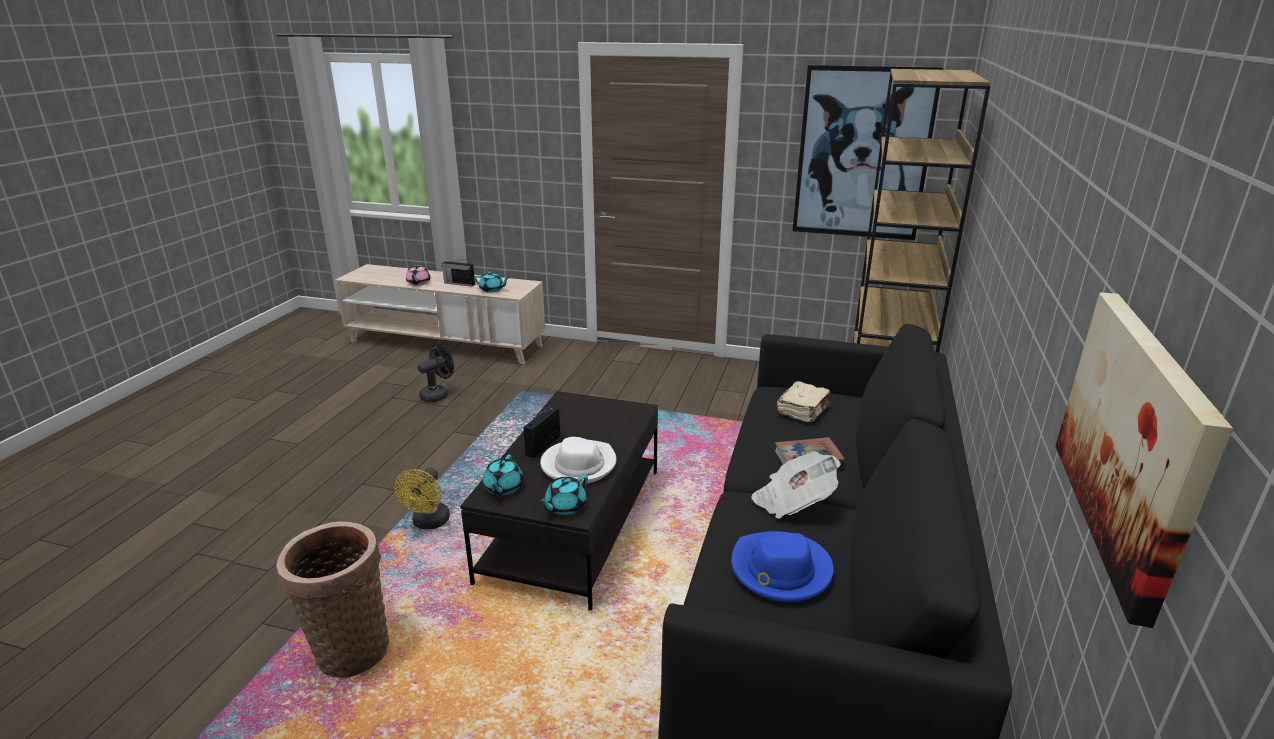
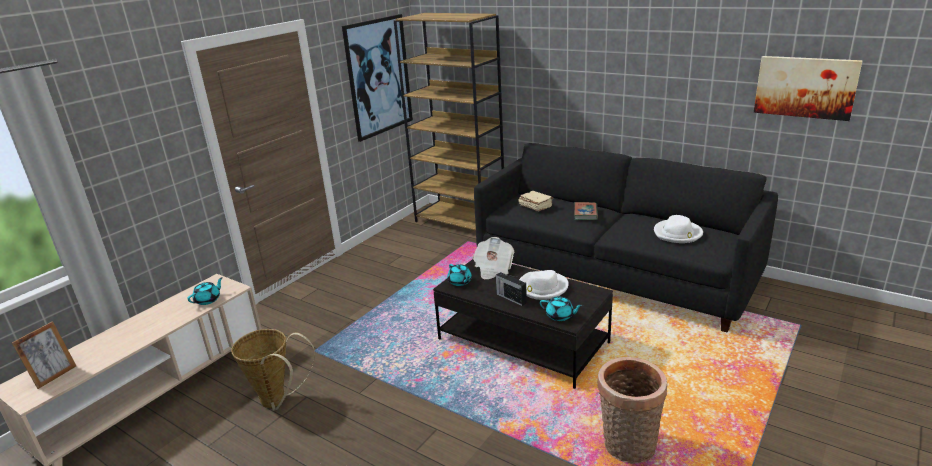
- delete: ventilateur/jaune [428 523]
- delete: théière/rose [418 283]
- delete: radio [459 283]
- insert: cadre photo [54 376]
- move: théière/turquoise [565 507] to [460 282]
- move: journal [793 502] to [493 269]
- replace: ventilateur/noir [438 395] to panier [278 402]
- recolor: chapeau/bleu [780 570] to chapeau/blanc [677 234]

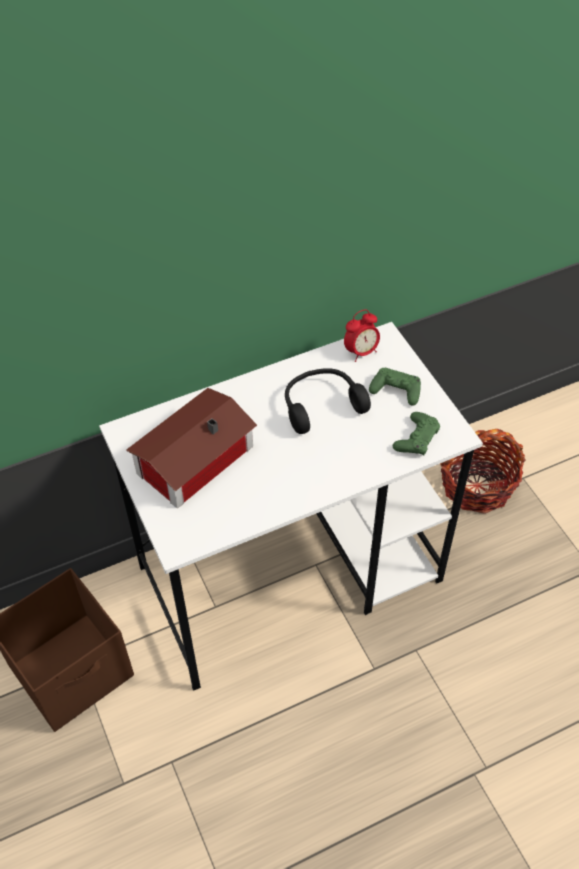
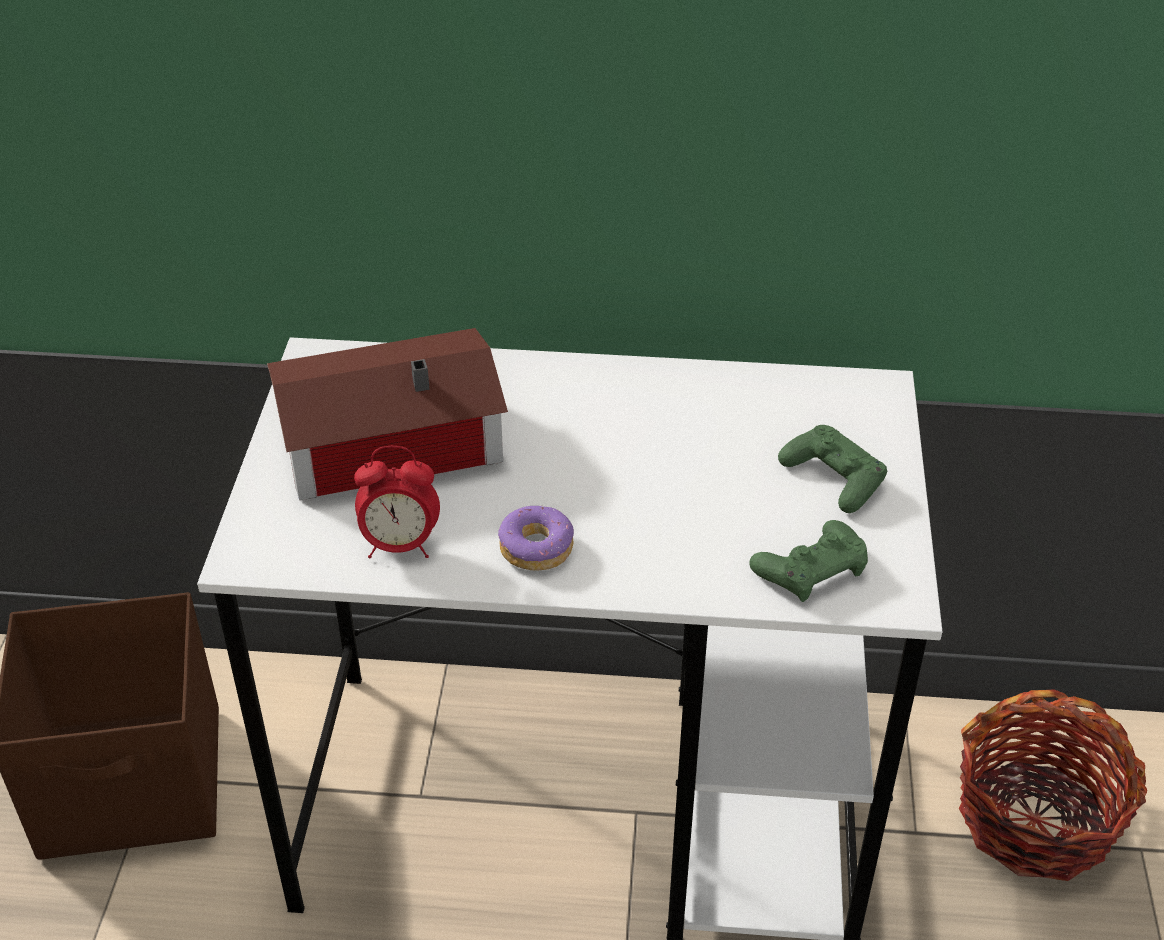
- delete: casque audio/noir [321 405]
- insert: beignet [537 548]
- move: réveil [361 352] to [400 545]

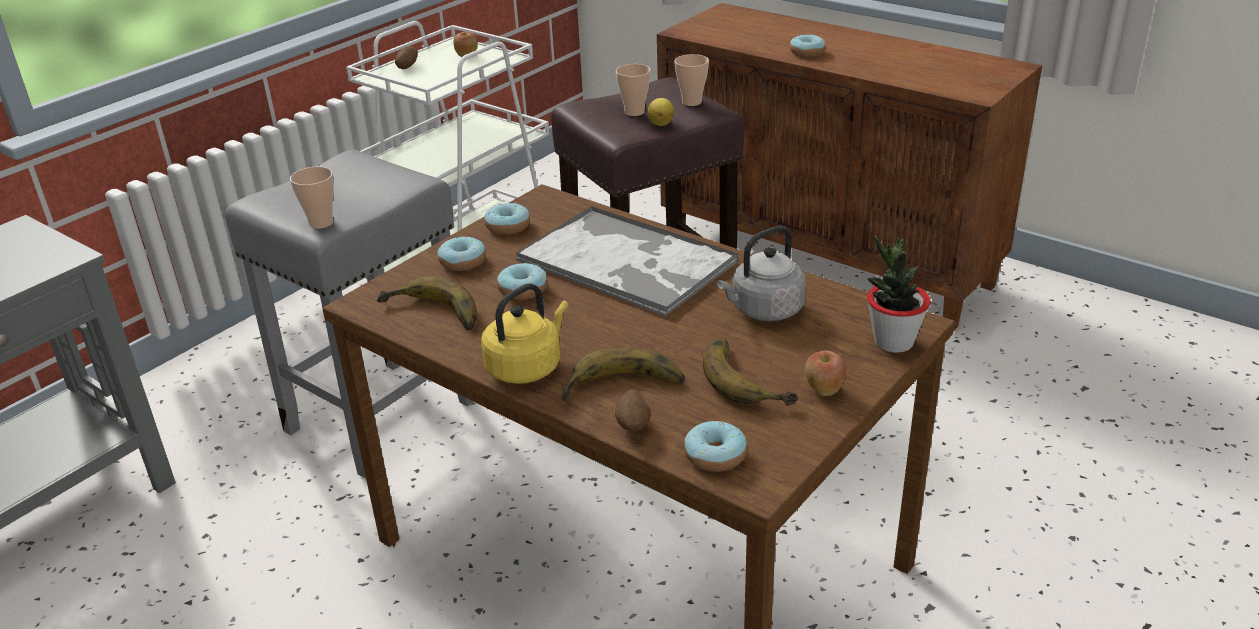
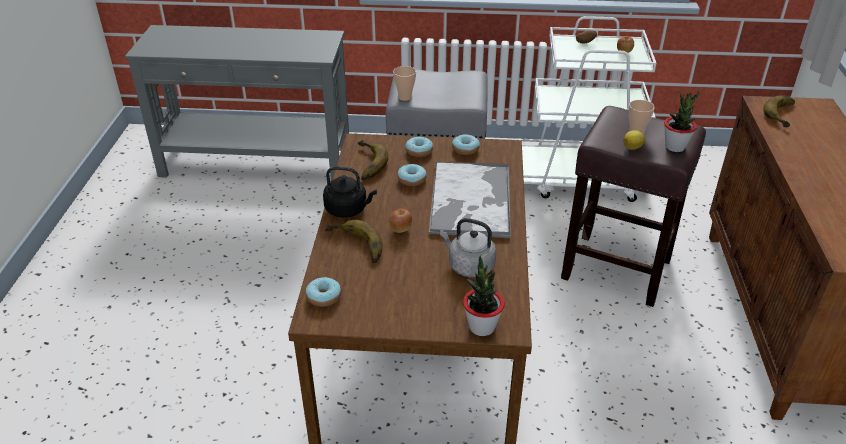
- delete: pomme de terre [633 426]
- delete: beignet [807 53]
- move: banane [749 377] to [785 115]
- move: pomme [823 390] to [400 229]
- replace: tasse [691 102] to plante en pot [675 147]
- recolor: bouilloire/jaune [527 367] to bouilloire/noir [348 209]

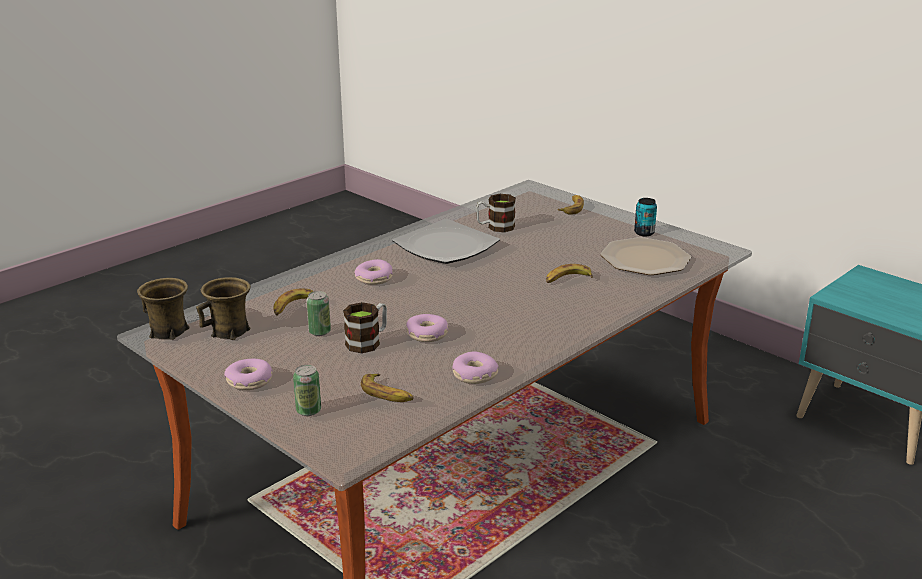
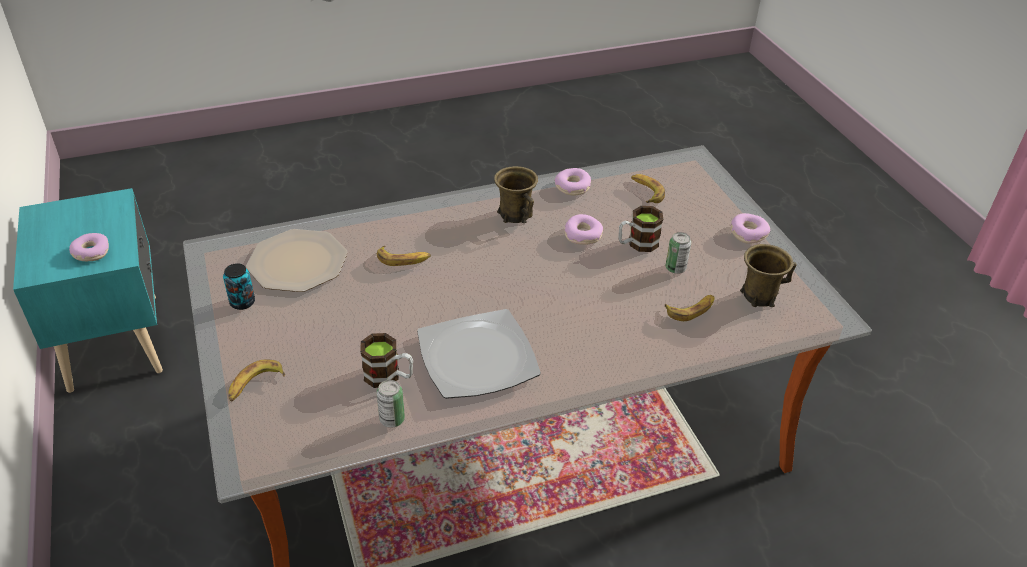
- move: mug/marron [168 332] to [515 214]
- move: boîte métallique [308 411] to [392 419]
- move: beignet [374 279] to [91 252]

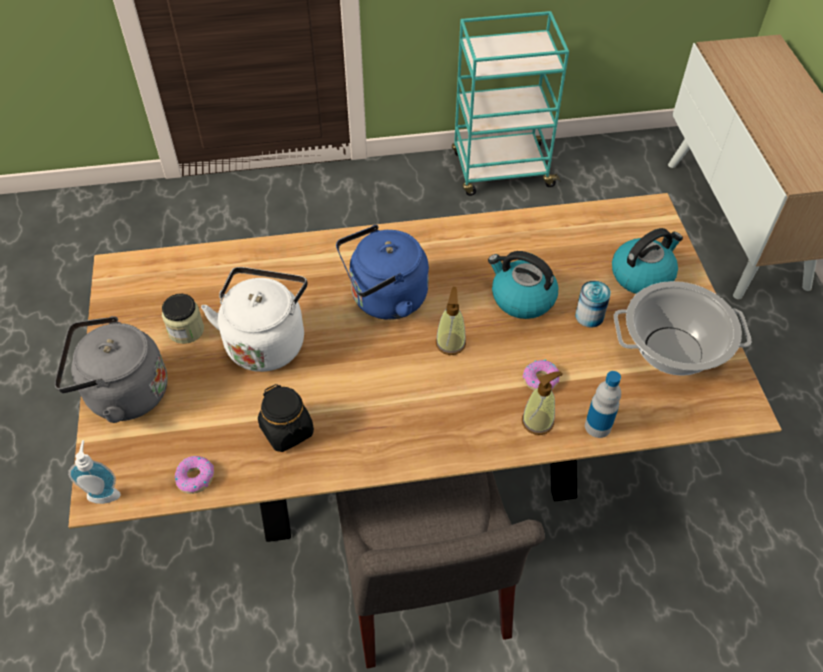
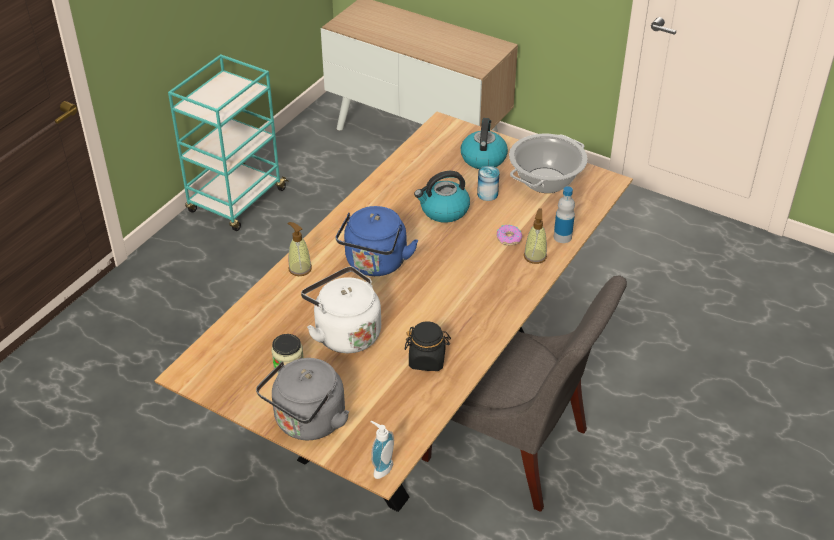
- delete: beignet [195 477]
- move: distributeur de savon [450 343] to [300 268]

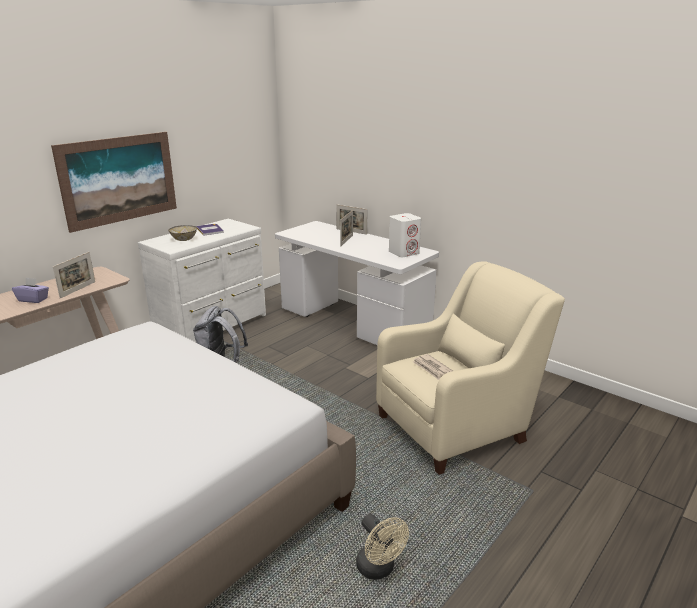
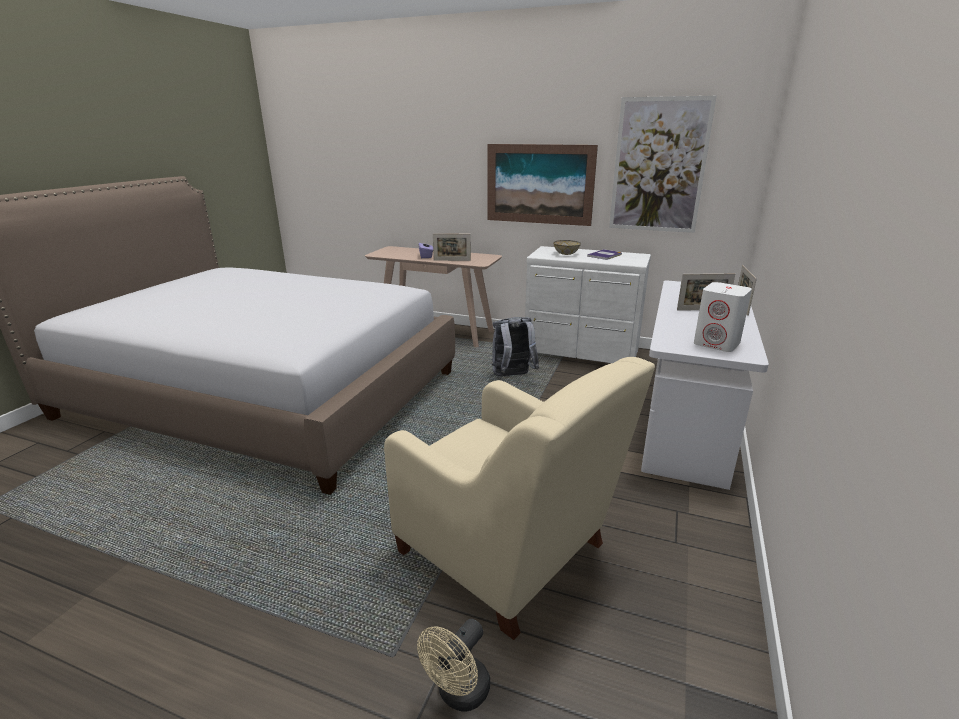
- delete: journal [432 368]
- insert: tableau [659 166]
- move: ventilateur/beige [379 569] to [458 694]

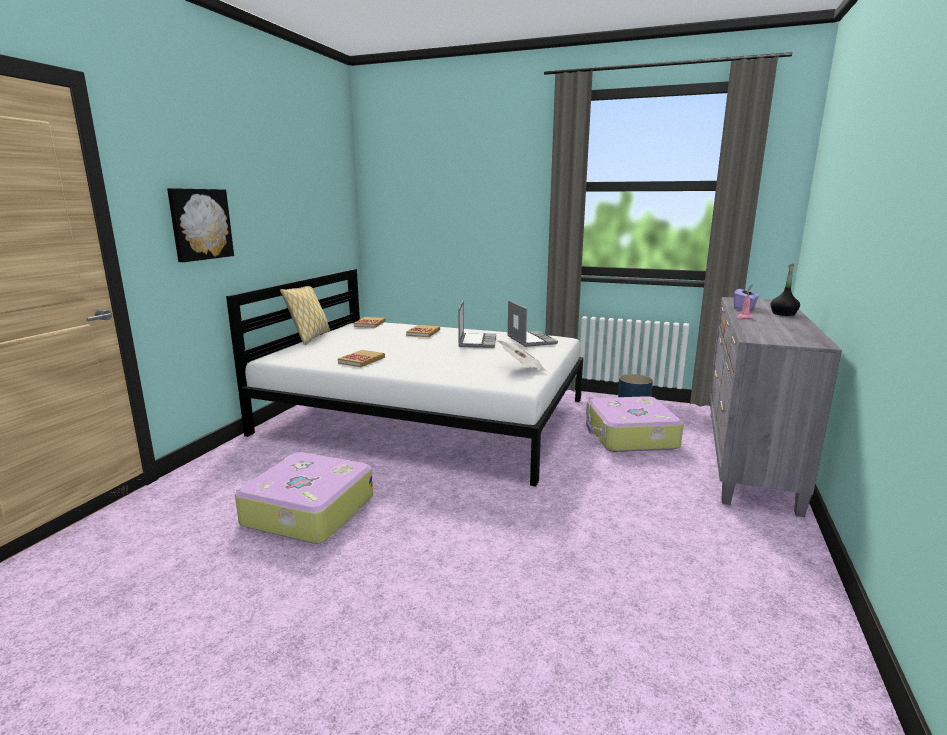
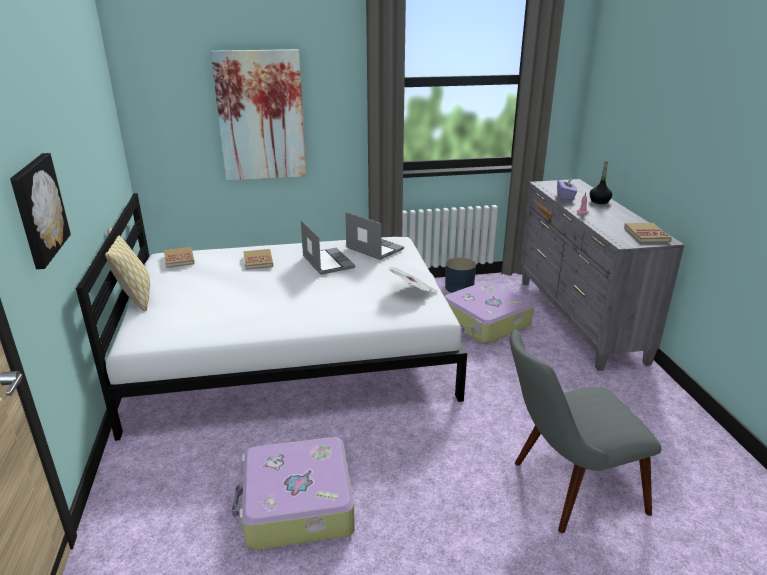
- insert: tableau [261 116]
- insert: chaise/gris [563 489]
- move: livre [362 360] to [646 235]

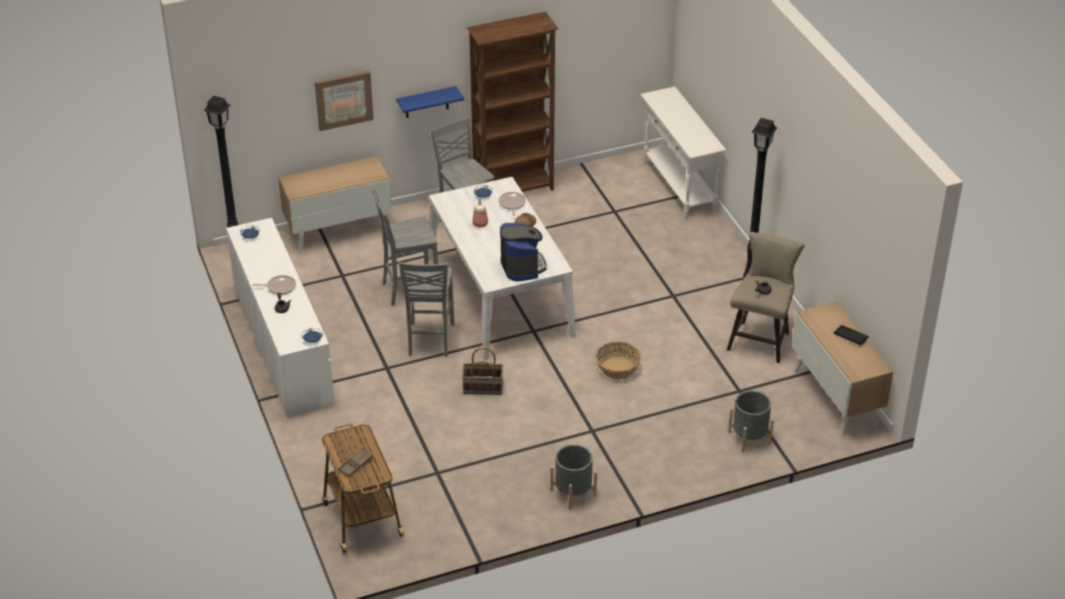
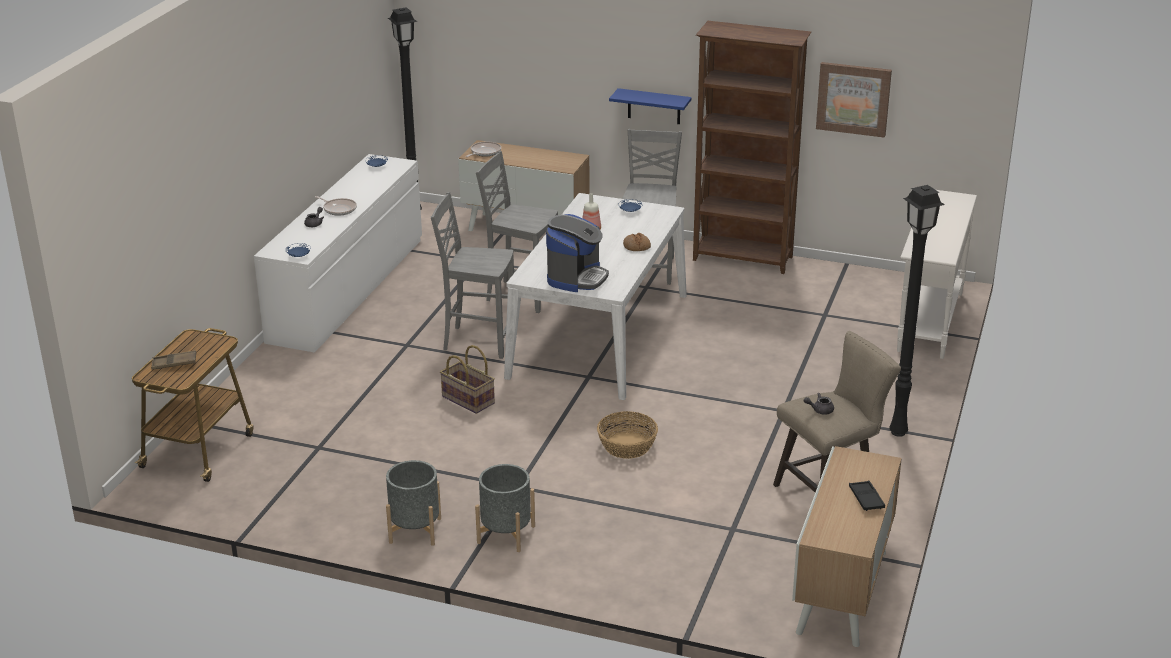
- move: tableau [343 99] to [853 98]
- move: poêle [512 204] to [484 152]
- move: cache-pot/gris [749 438] to [506 534]
- rotate: chaise/gris [429 340] = [478 341] 60 degrees clockwise

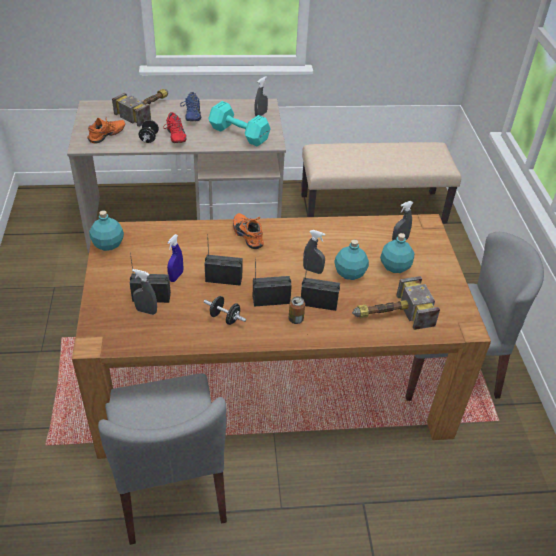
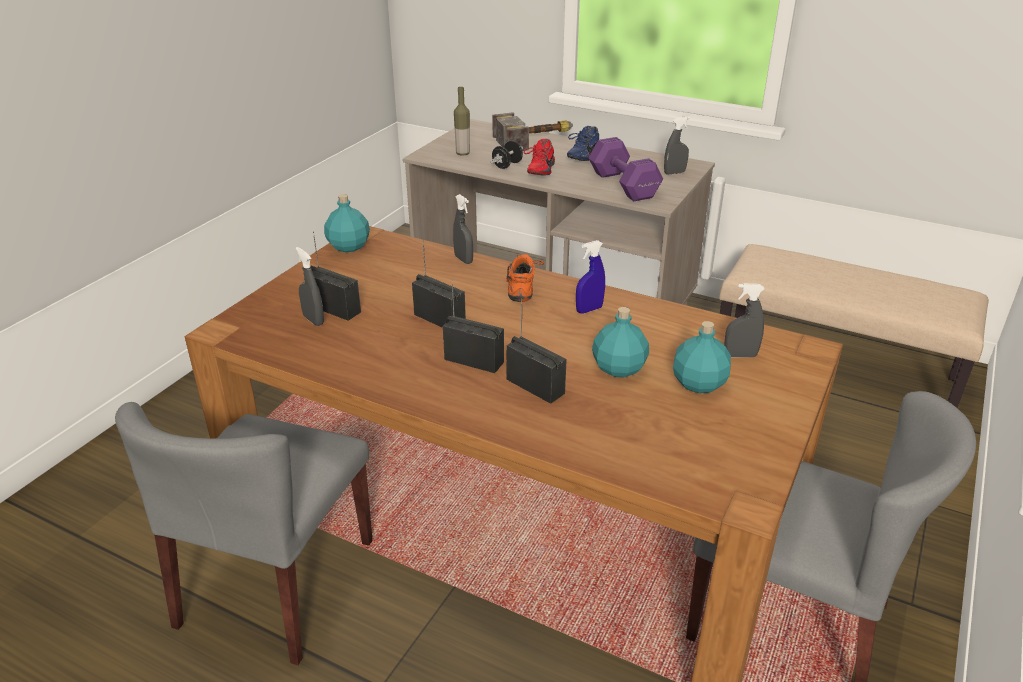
- delete: haltère/noir [225 318]
- delete: boîte métallique [296 319]
- delete: marteau [388 315]
- move: vaporisateur/bleu [176 276] to [589 309]
- move: vaporisateur/gris [312 270] to [463 259]
- replace: chaussure/orange [107 136] to bouteille [463 153]
- recolor: haltère/turquoise [238 133] to haltère/violet [623 184]

